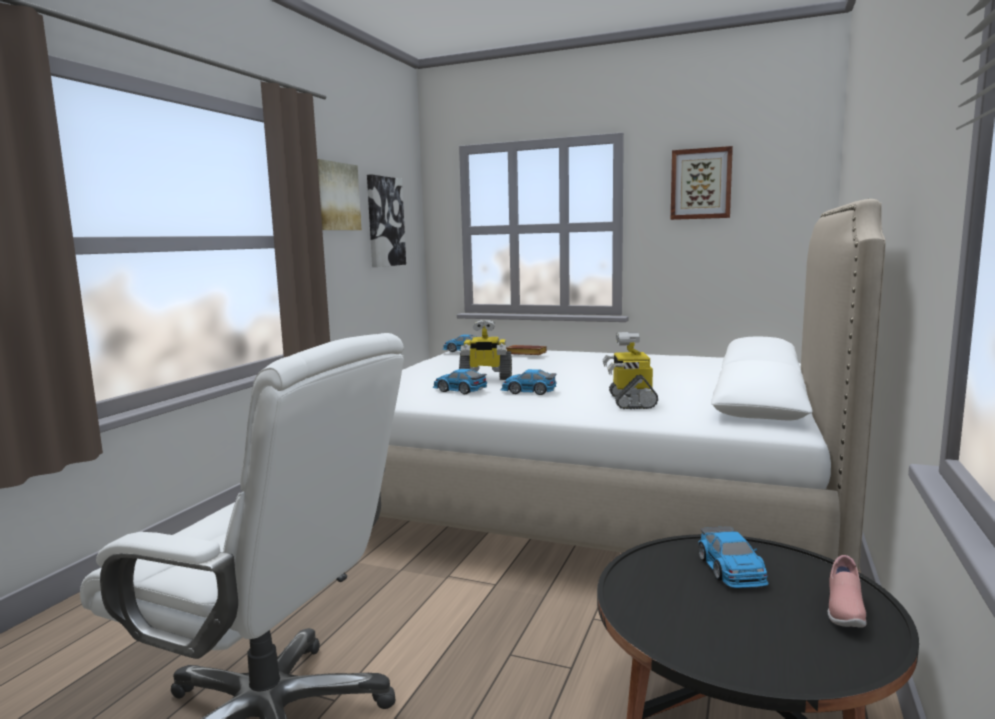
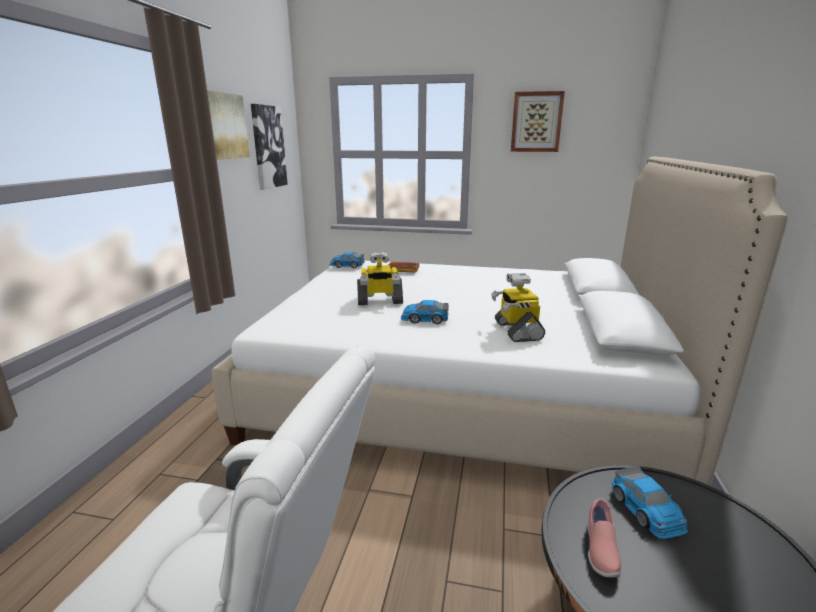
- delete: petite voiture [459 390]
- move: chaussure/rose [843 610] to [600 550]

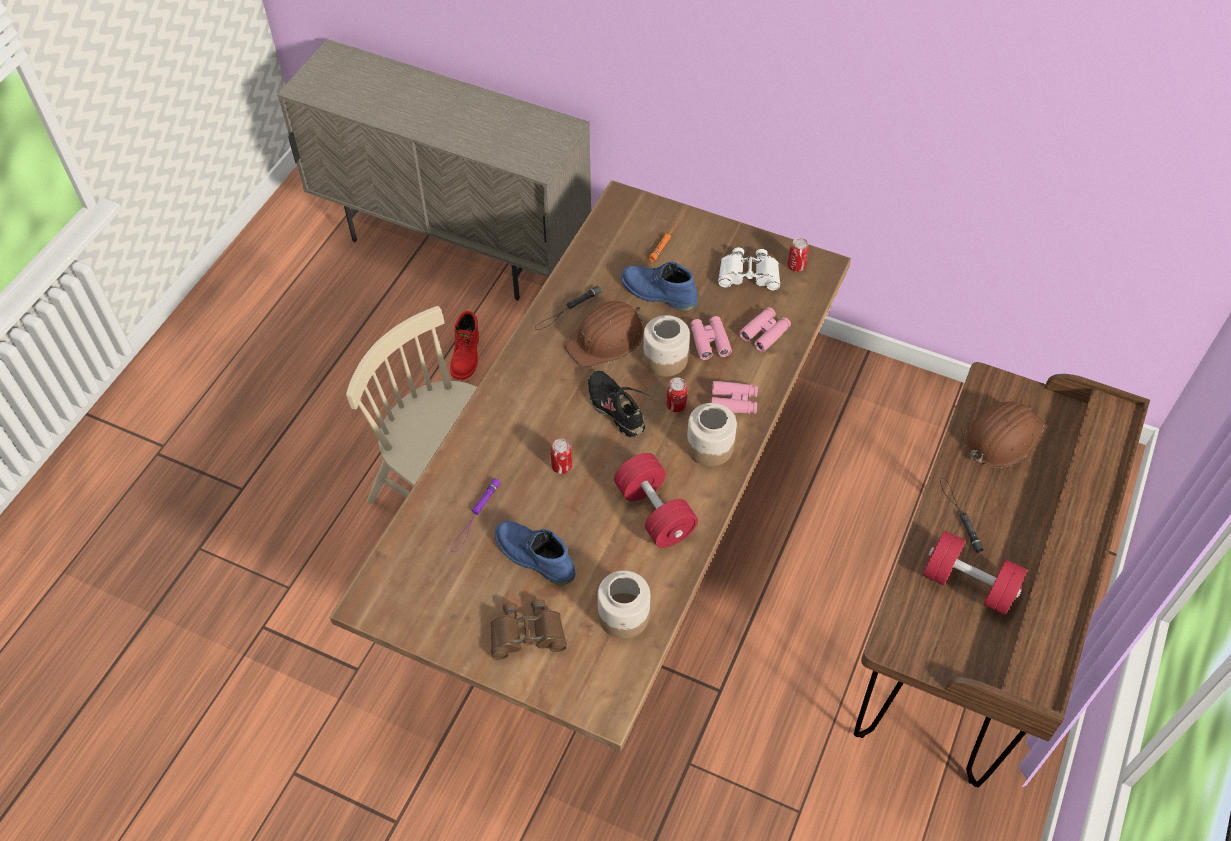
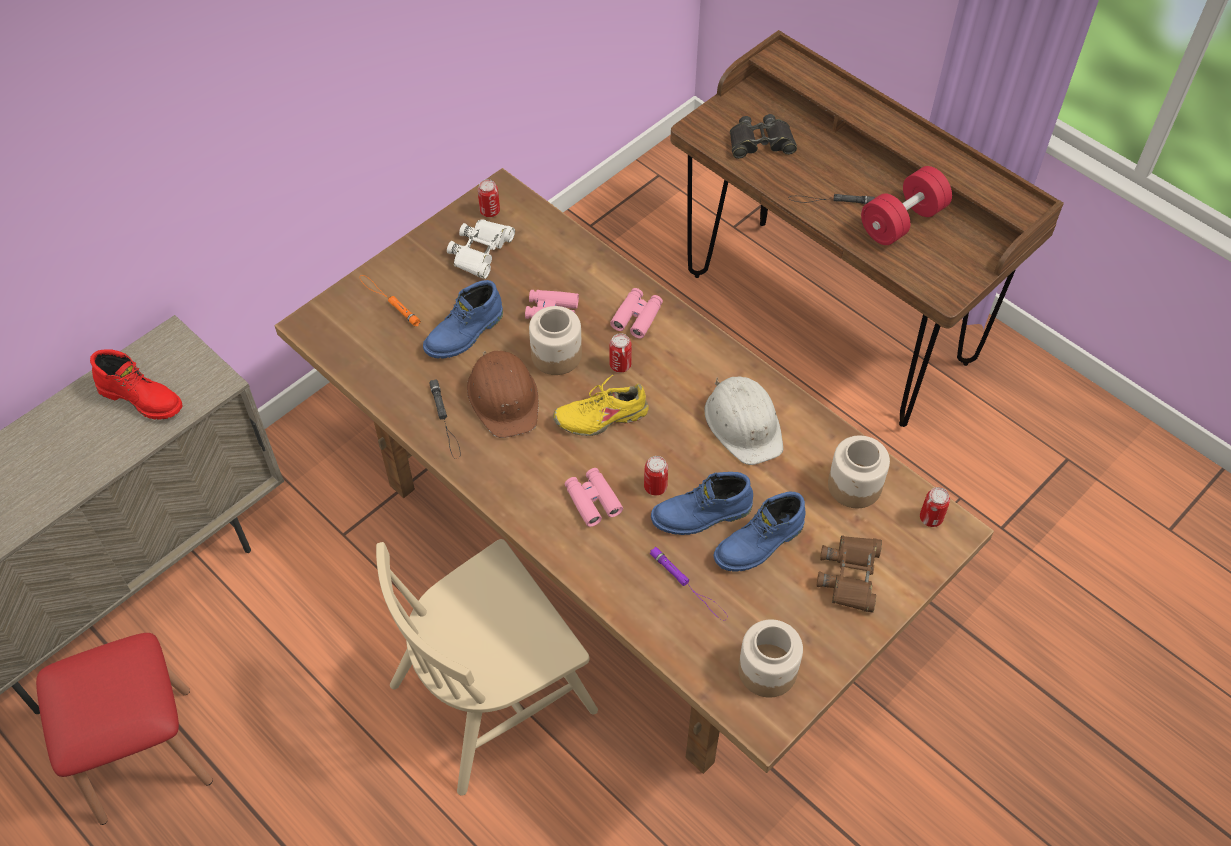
- insert: tabouret/rouge [145 754]
- insert: botte/bleu [701 516]
- insert: boîte métallique [931 518]
- move: botte/rouge [467 356] to [142 398]
- move: bocal [709 447] to [766 671]
- move: jumelles/rose [765 333] to [593 500]
- replace: haltère/rouge [654 512] to casque de chantier/blanc [744 423]
- replace: casque de chantier/marron [1001 437] to jumelles/noir [760 142]
- recolor: chaussure/noir [616 408] to chaussure/jaune [601 416]

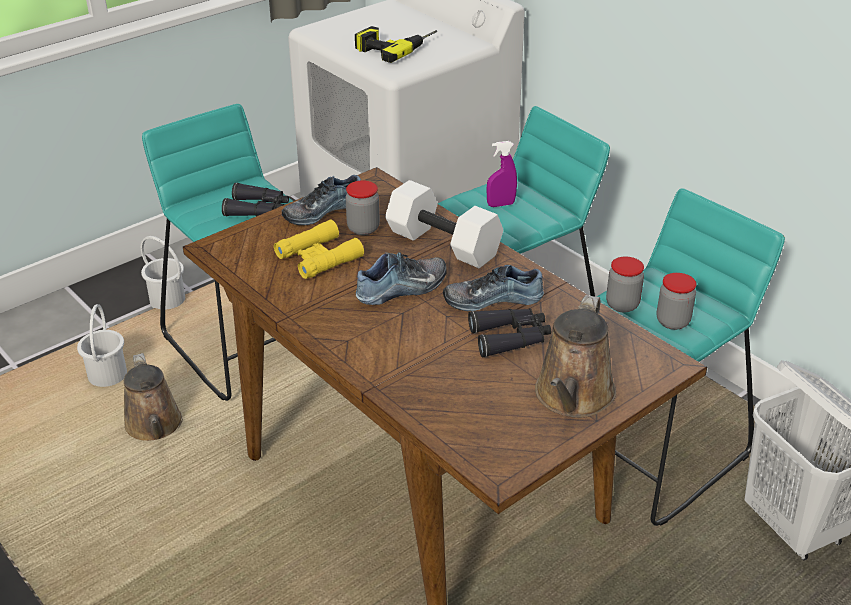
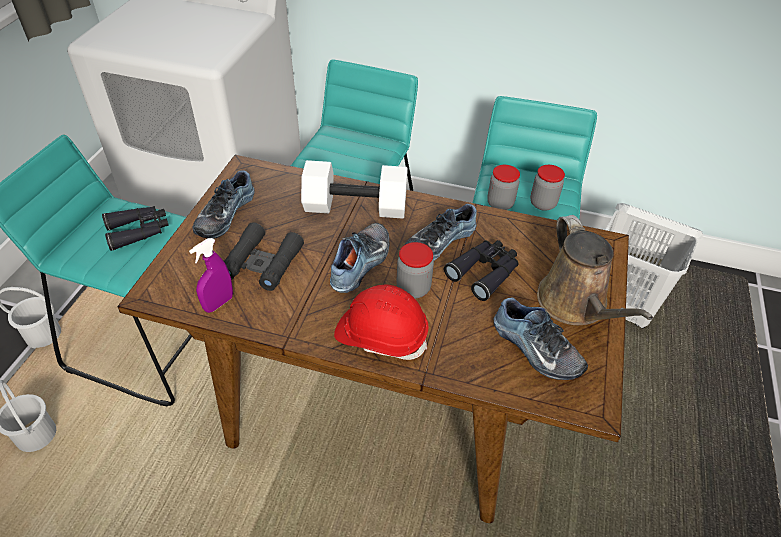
- delete: arrosoir/marron [154 427]
- delete: perceuse [395 46]
- insert: casque de chantier/rouge [381 335]
- insert: chaussure [534 349]
- move: bocal [363 228] to [413 288]
- move: vaporisateur/violet [500 204] to [218 303]
- recolor: jumelles/jaune [319 257] to jumelles/noir [262 262]

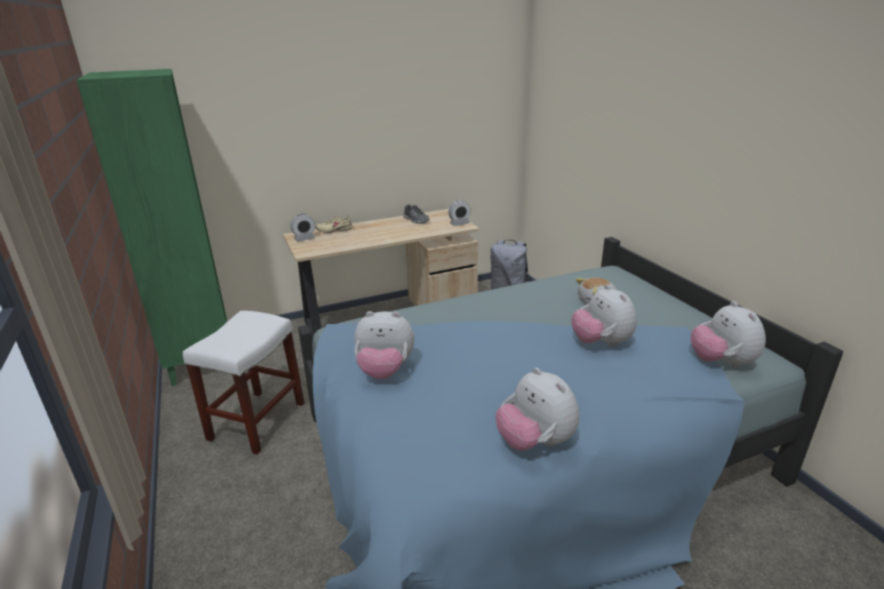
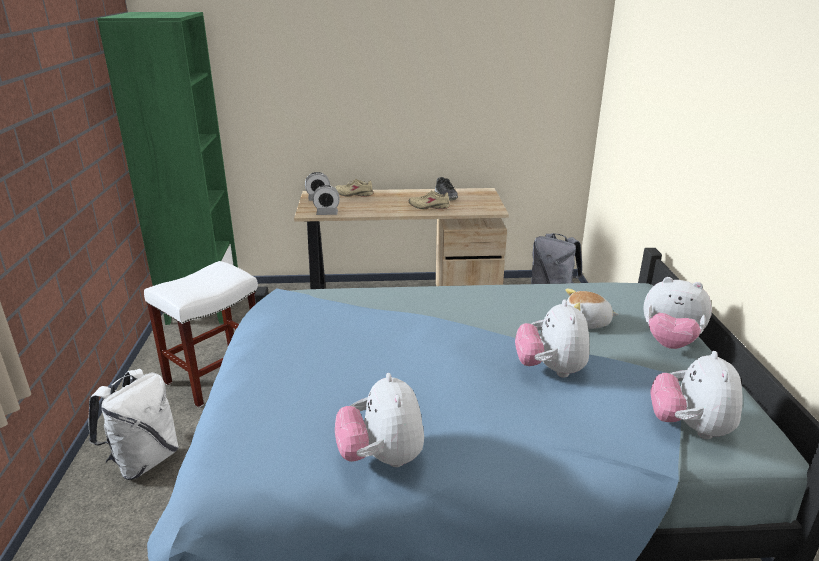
- insert: sac à dos/blanc [144 460]
- insert: chaussure/beige [429 207]
- move: peluche [385 371] to [669 342]
- move: réveil [459 224] to [327 213]

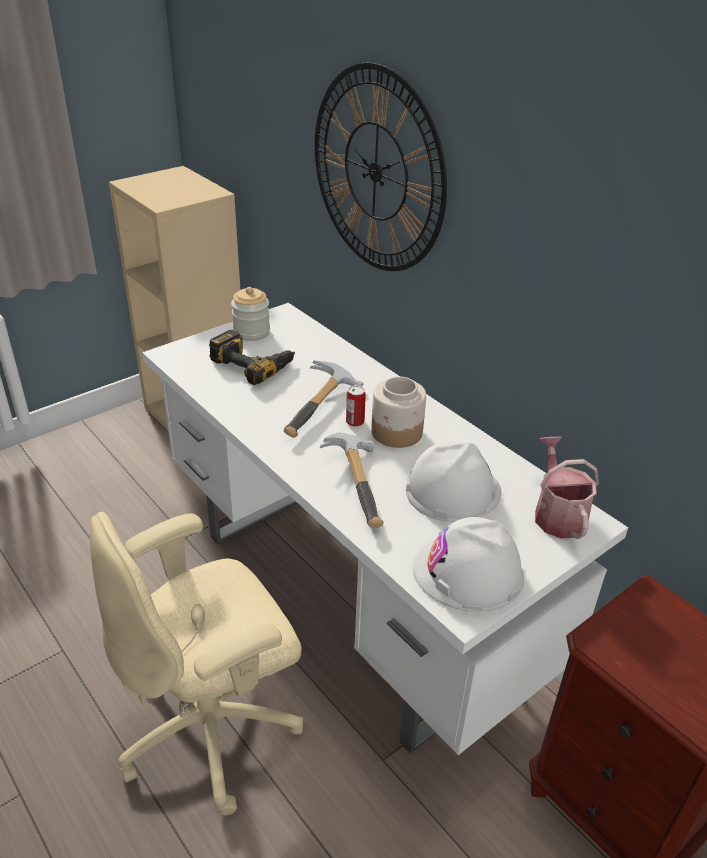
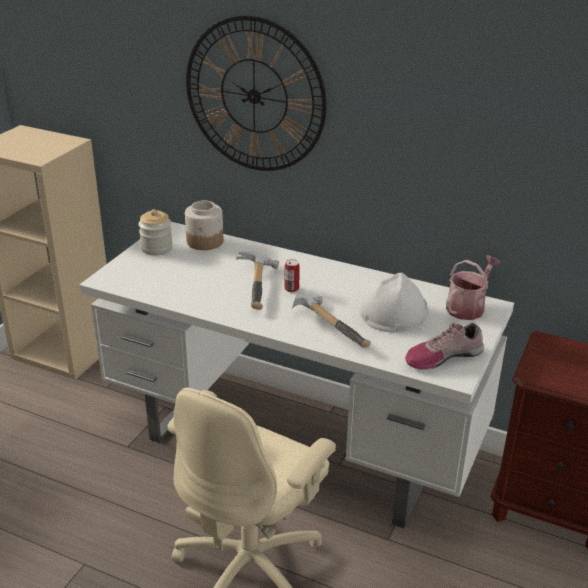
- delete: perceuse [254 363]
- move: bocal [397 432] to [205 242]
- replace: casque de chantier/blanc [468 573] to chaussure [442 356]
- rotate: arrosoir [557 514] = [468 307] 75 degrees clockwise

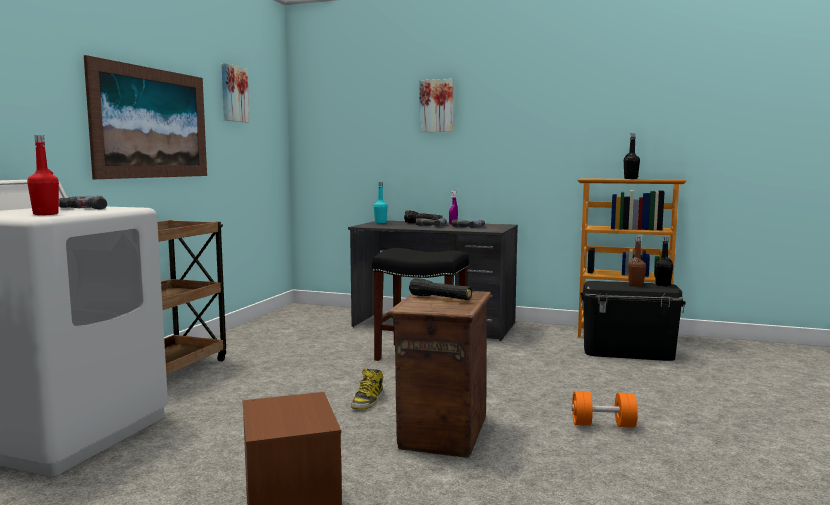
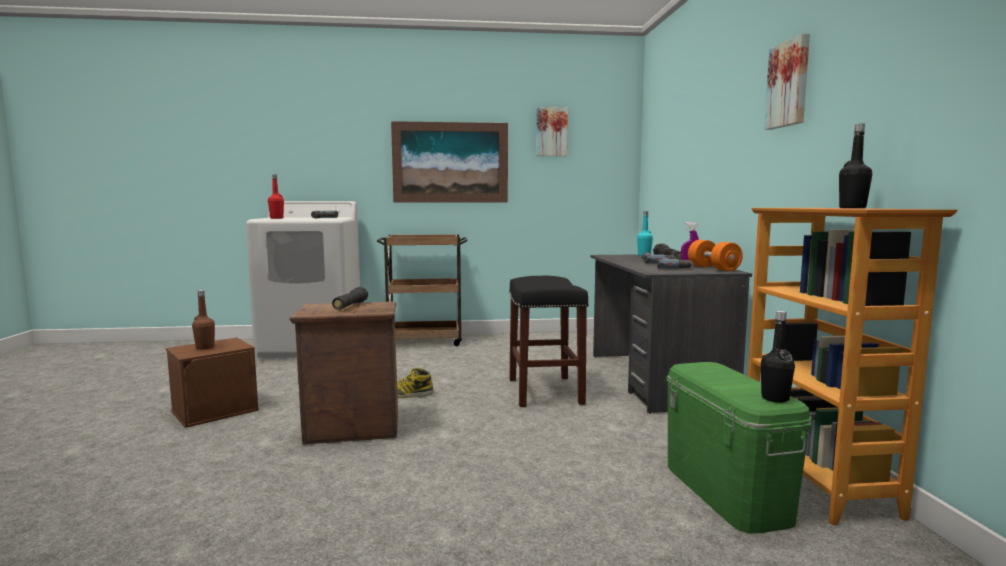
- move: tableau [436 106] to [789 84]
- move: haltère/orange [603 424] to [713 268]
- move: bouteille/marron [636 285] to [205 347]
- recolor: boîte de rangement/noir [628 352] to boîte de rangement/vert [726 491]

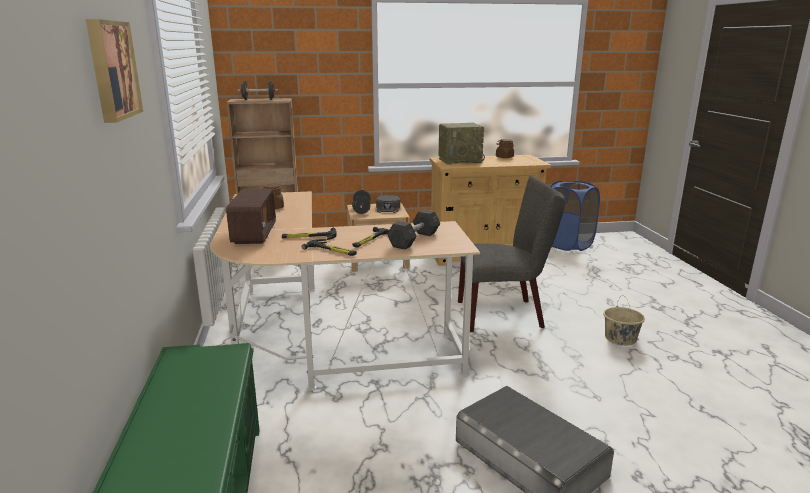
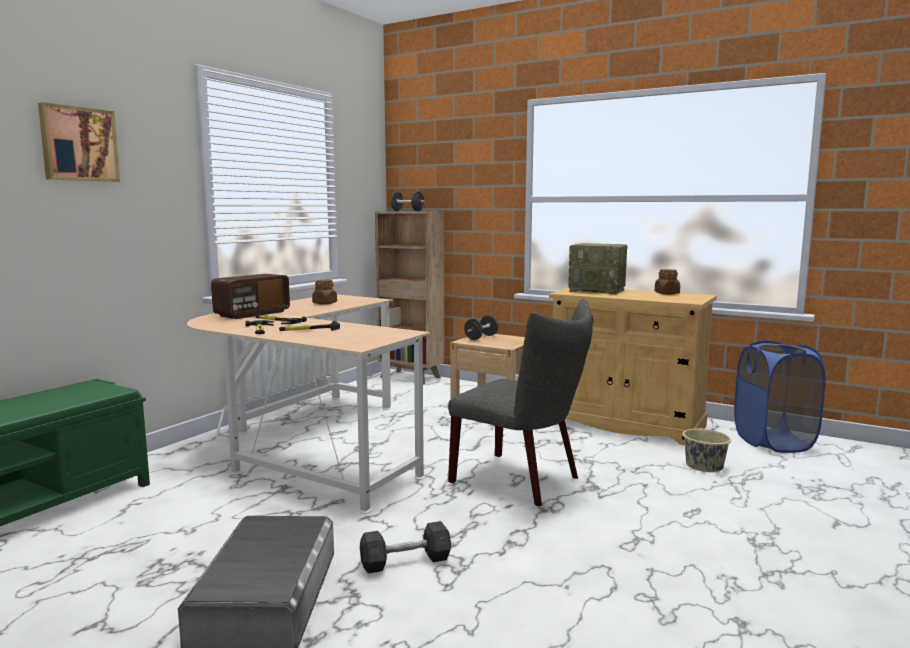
- delete: casquette/noir [388 208]
- move: haltère/gris [414 240] to [405 561]
- move: seau/beige [620 339] to [704 466]

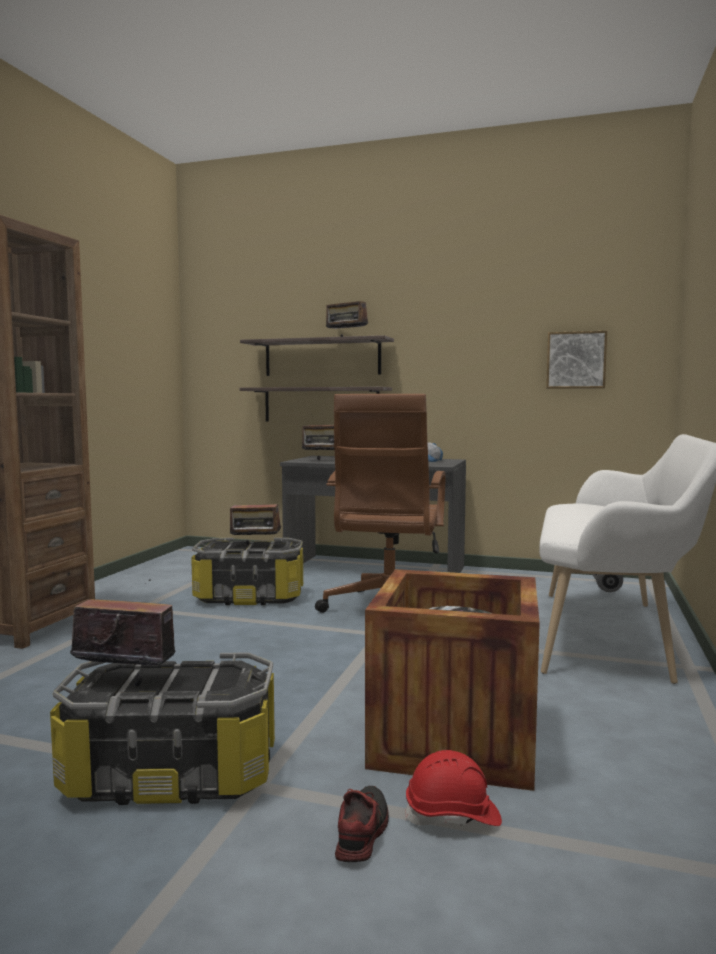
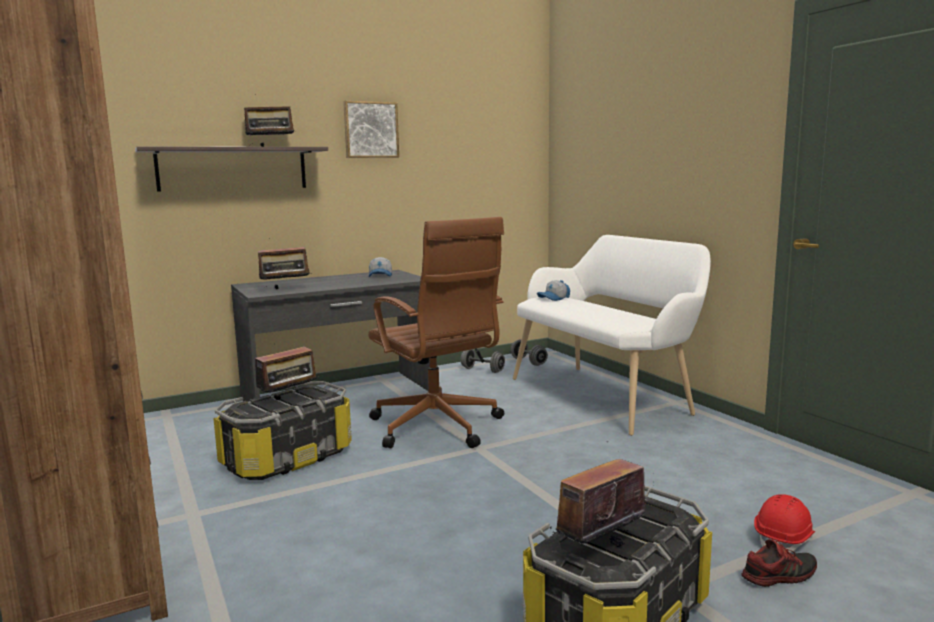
- delete: étagère [321 404]
- delete: caisse [454 738]
- insert: haltère/gris [482 370]
- insert: casquette [554 298]
- move: tableau [576 360] to [370 130]
- rotate: chaussure [361 833] = [779 575] 105 degrees clockwise

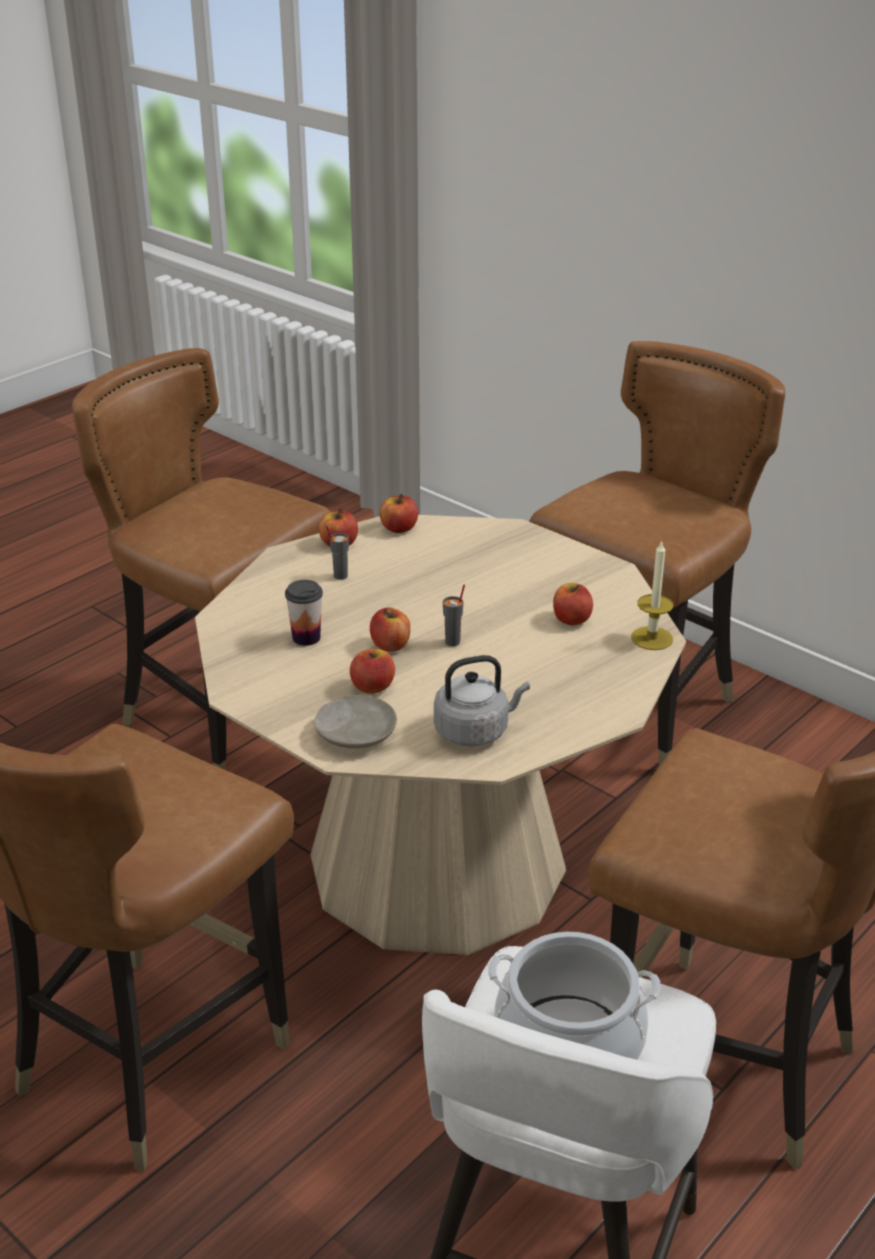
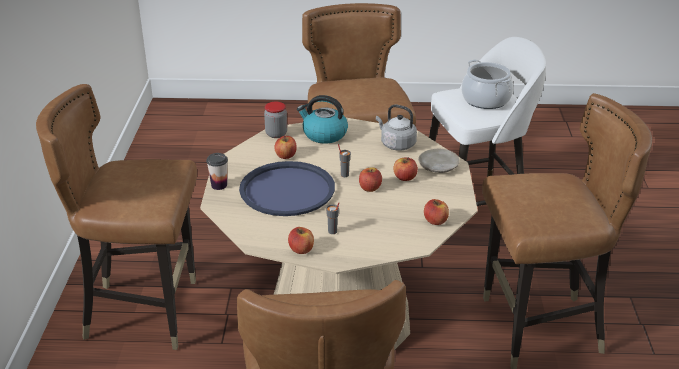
- insert: plateau/bleu [287 190]
- insert: bouilloire [324 134]
- move: tasse [306 638] to [219 185]
- move: pomme [399 528] to [435 221]
- replace: bougie [652 638] to bocal [276 134]

